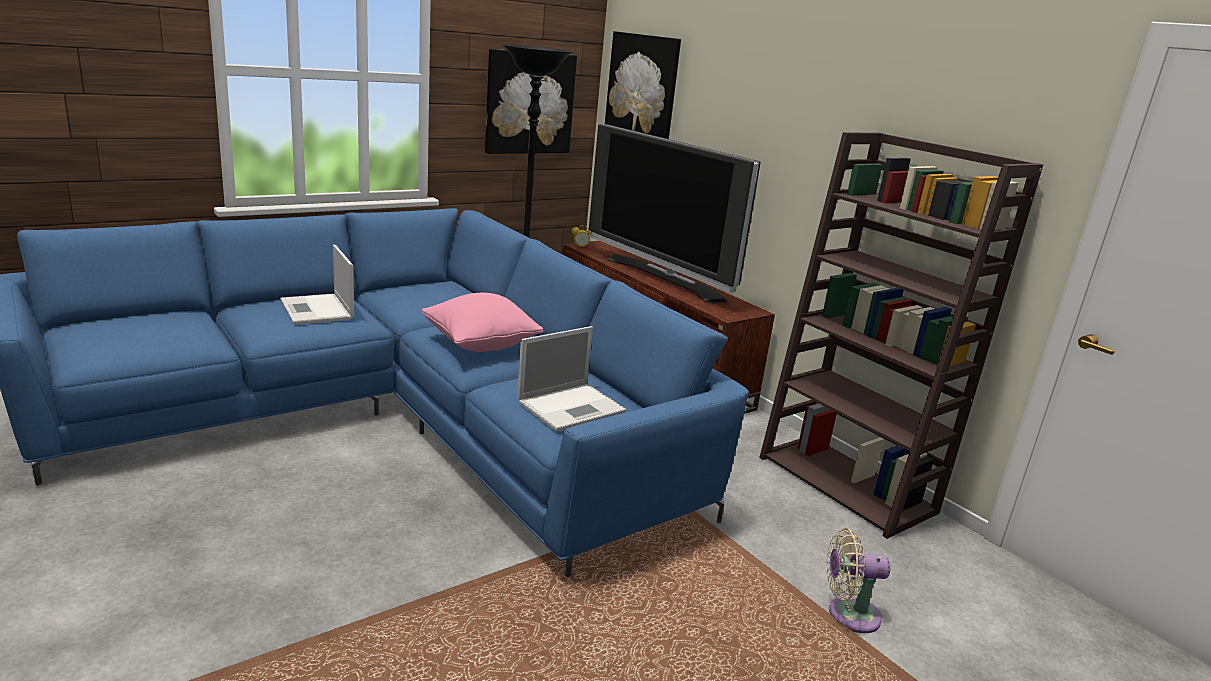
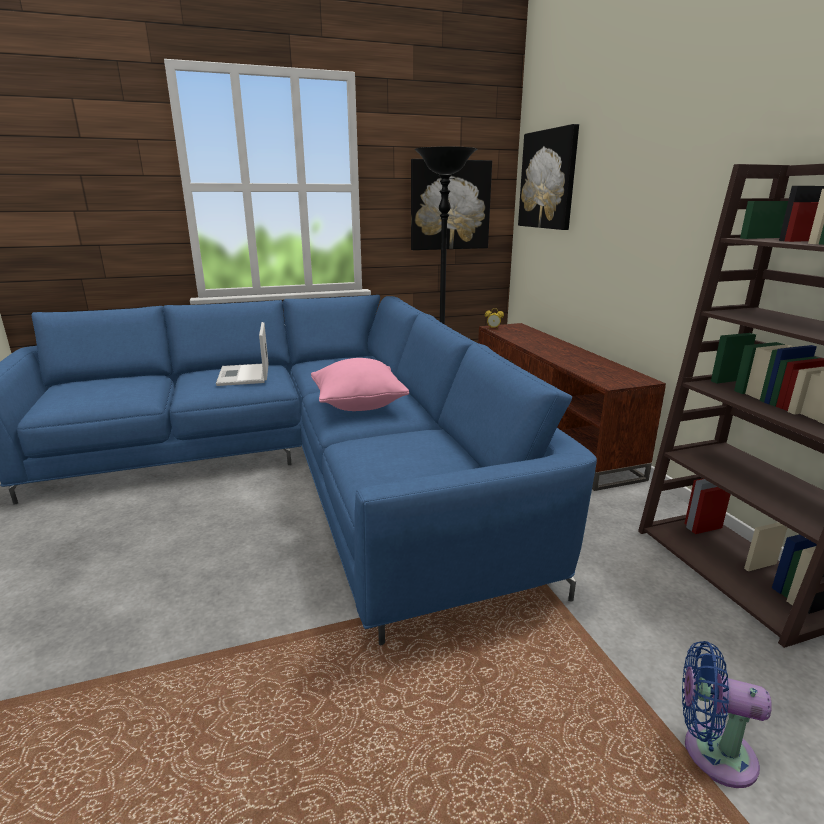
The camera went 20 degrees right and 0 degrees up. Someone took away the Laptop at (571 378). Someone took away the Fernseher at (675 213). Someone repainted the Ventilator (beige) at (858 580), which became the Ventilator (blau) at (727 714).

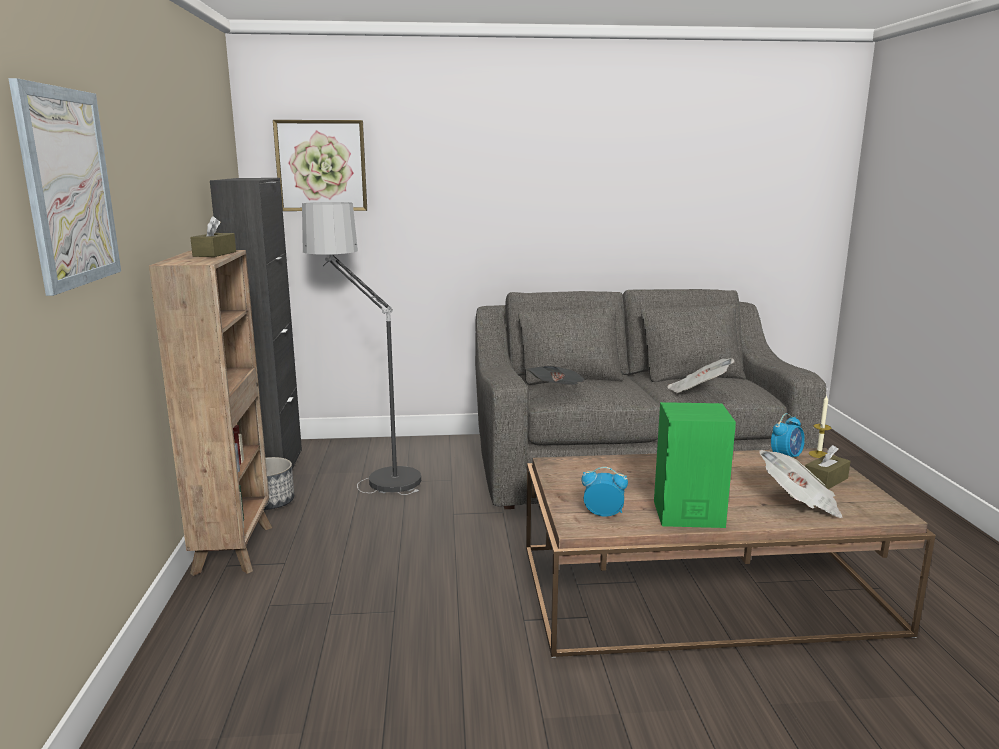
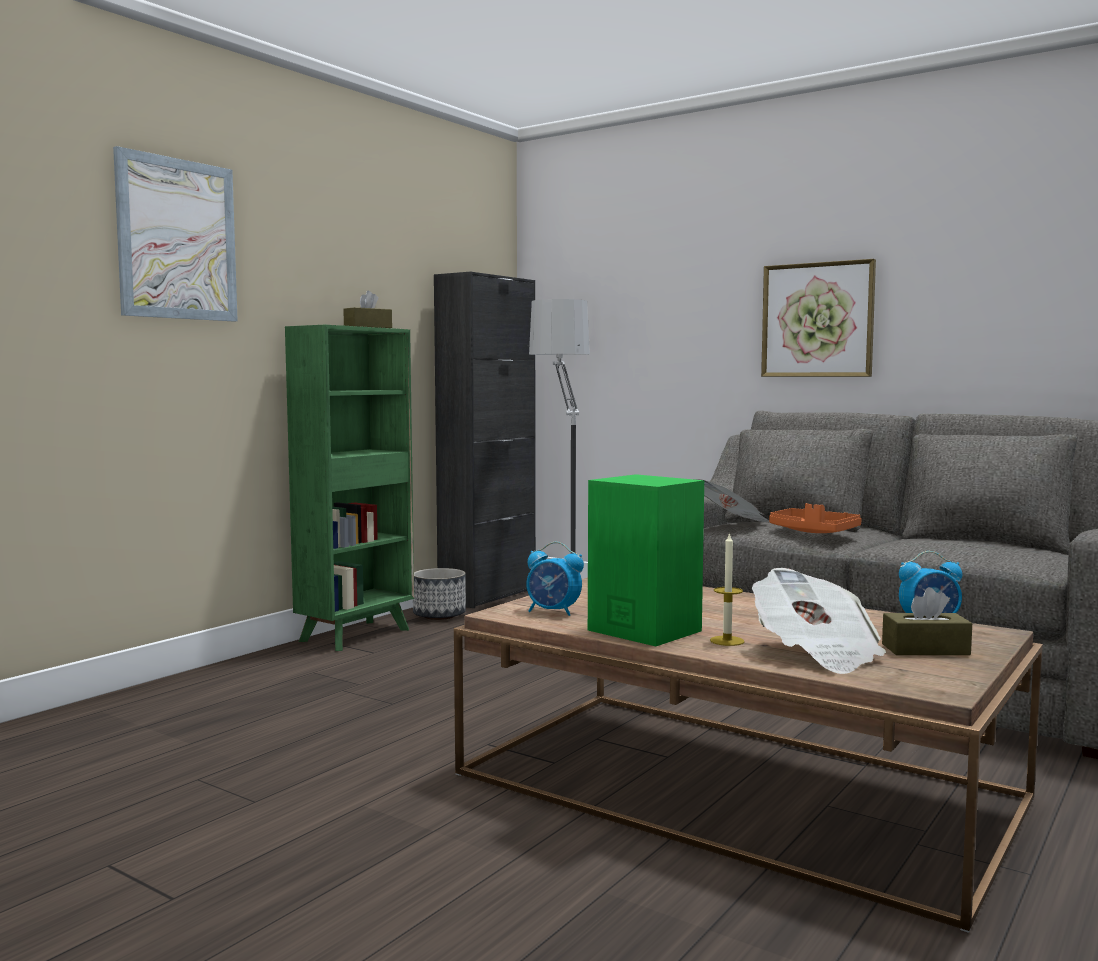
The camera went 40 degrees right and 10 degrees down. Someone repainted the Bücherregal (braun) at (210 413), which became the Bücherregal (grün) at (349 488). Someone carried the Bild from (320 165) to (818 318). Someone rotated the Wecker at (605 492) by 150 degrees clockwise. Someone took away the Zeitung at (701 375). Someone carried the Kerze from (820 426) to (727 589). Someone put down the Tablett (orange) at (815 518).

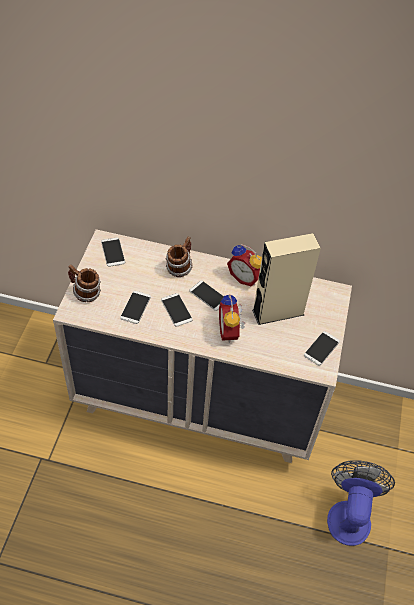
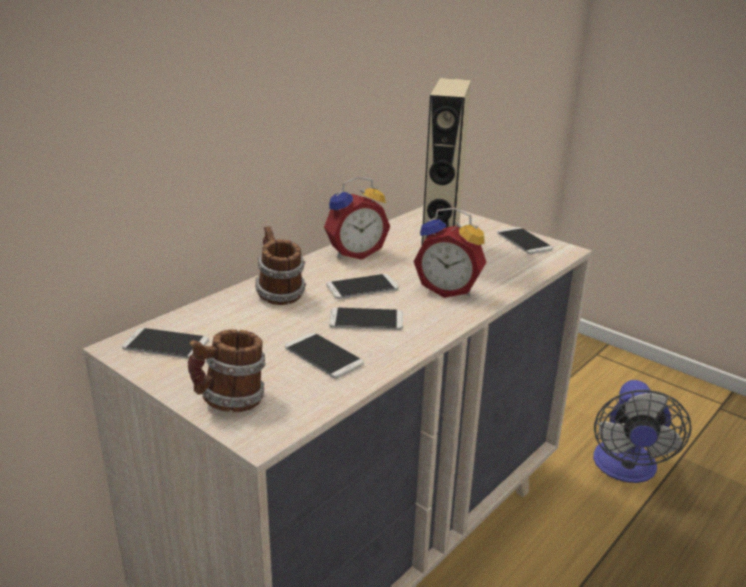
The camera went 60 degrees left and 25 degrees down. Someone rotated the Ventilator at (361 503) by 120 degrees counterclockwise.

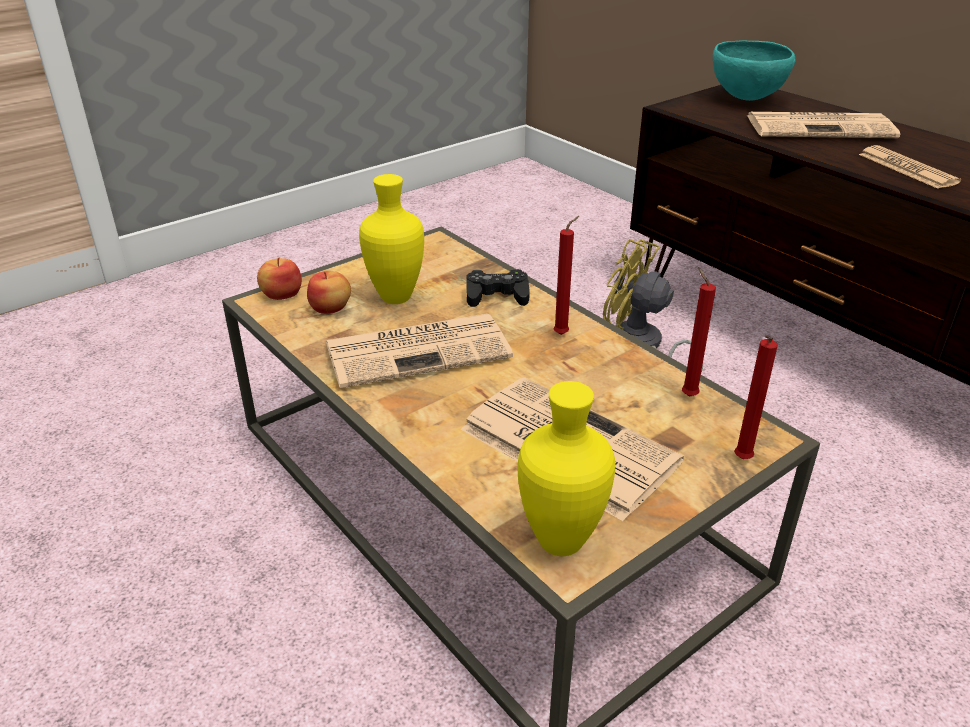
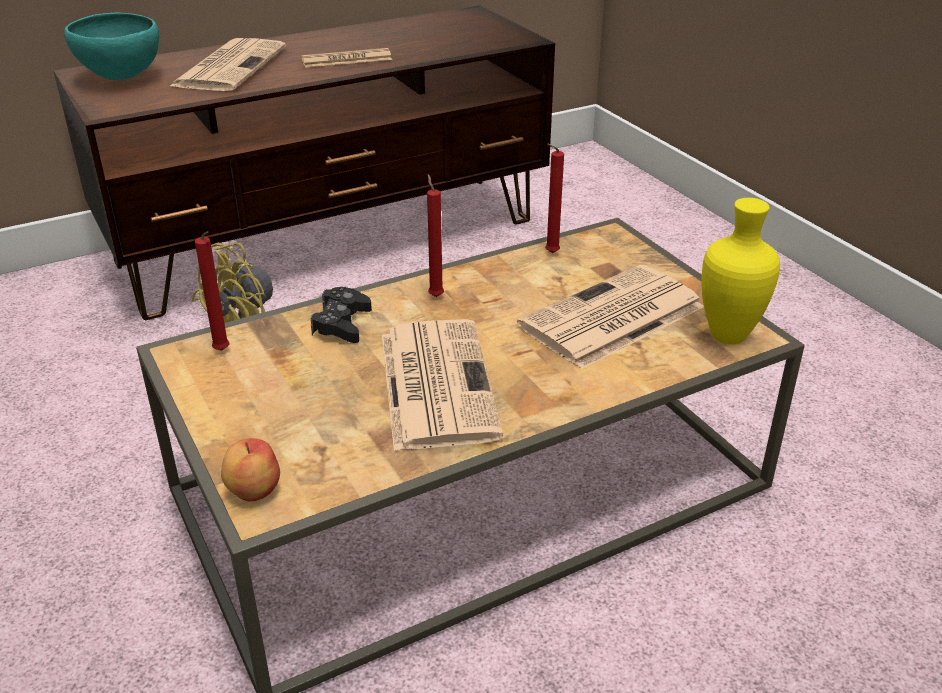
The camera went 80 degrees left and 0 degrees up. Someone took away the Apfel at (329 292). Someone took away the Vase (gelb) at (391 239). Someone carried the Kerze (rot) from (756 397) to (212 291).

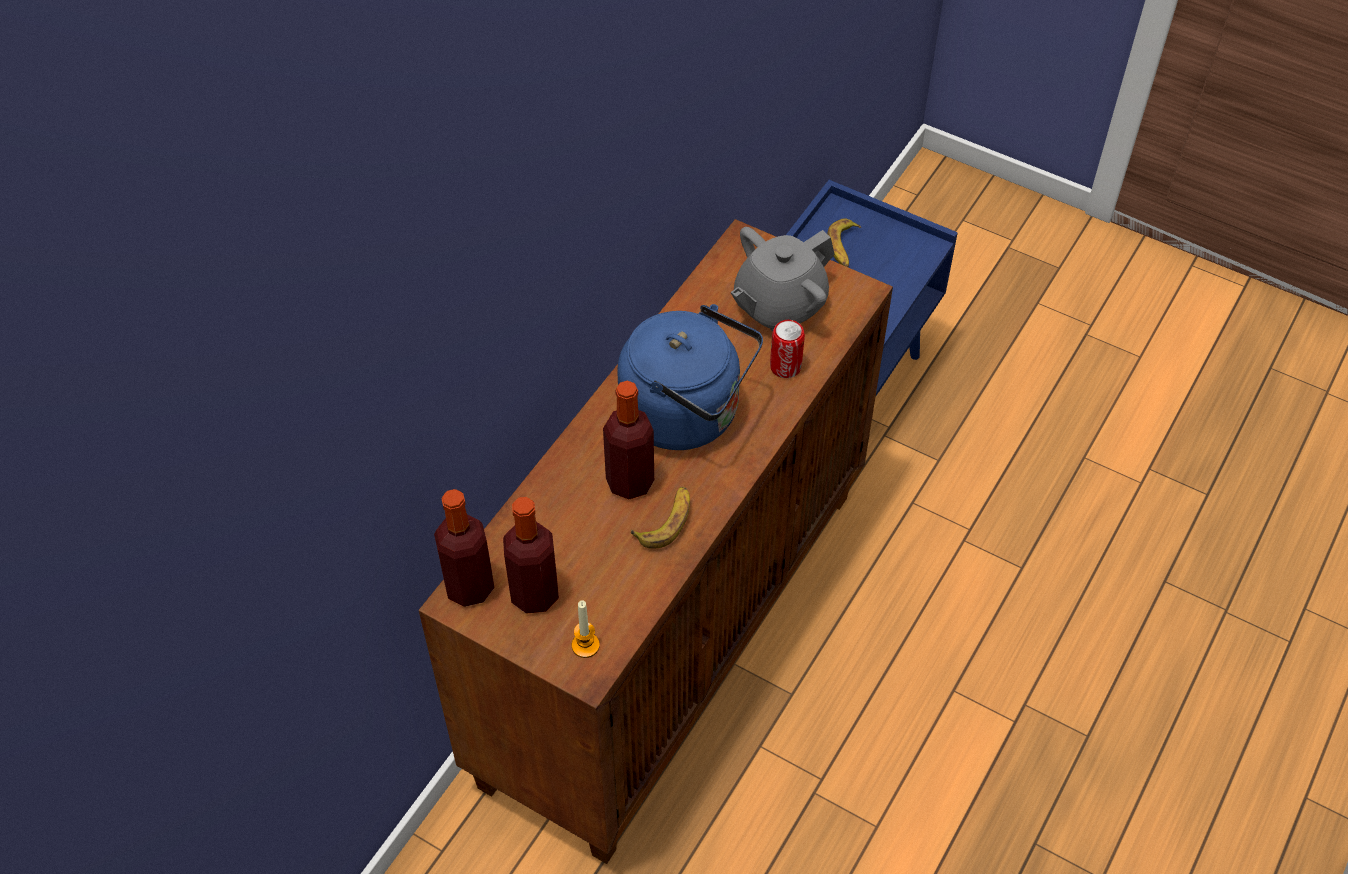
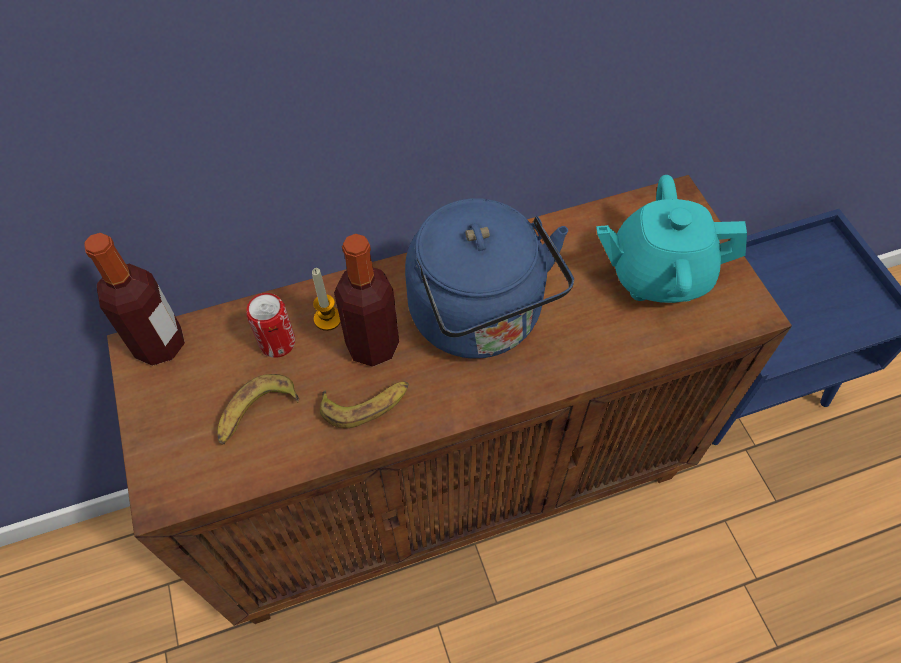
The camera went 40 degrees right and 5 degrees up. Someone took away the Flasche at (531 555). Someone carried the Kerze from (586 629) to (326 299). Someone repainted the Teekanne (grau) at (783 279), which became the Teekanne (türkis) at (671 239). Someone carried the Dose from (787 349) to (270 325). Someone carried the Banane from (844 242) to (258 409).

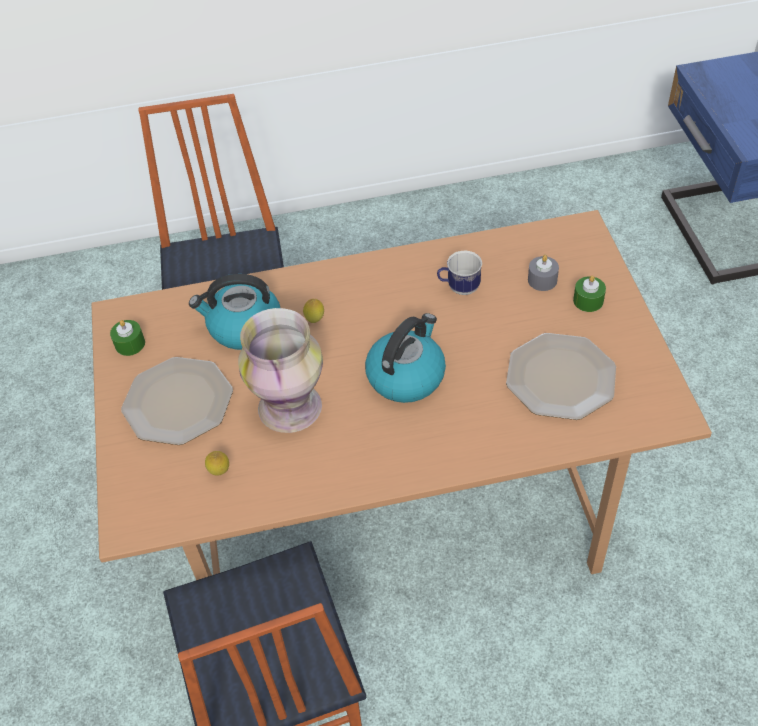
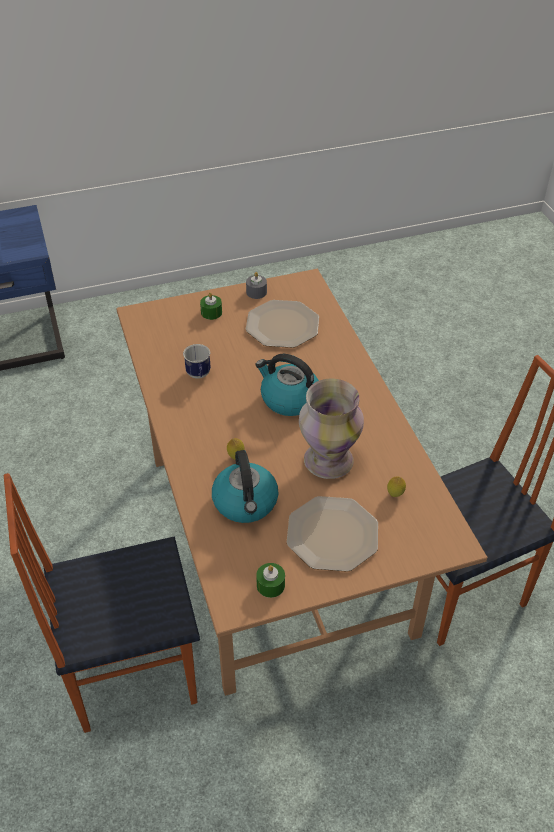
The camera went 100 degrees left and 5 degrees down. Someone carried the Kerze (grau) from (543 273) to (256 285).

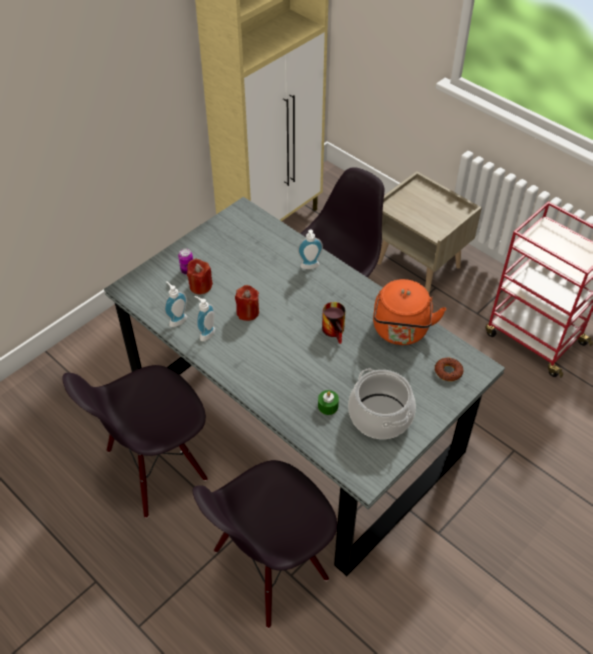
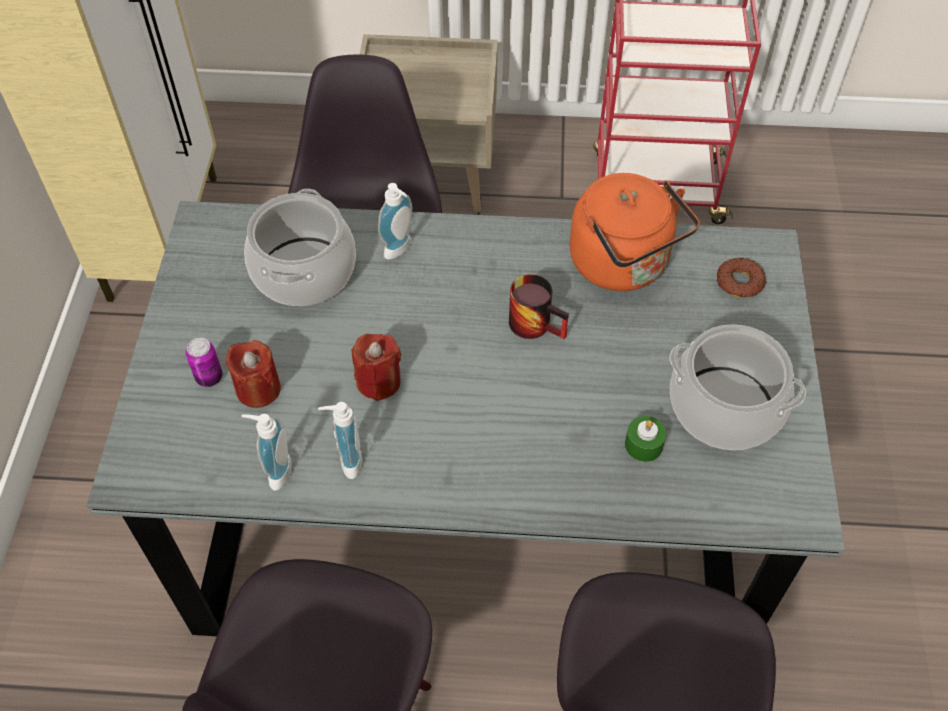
The camera went 40 degrees left and 5 degrees up. Someone put down the Kochtopf at (300 247).

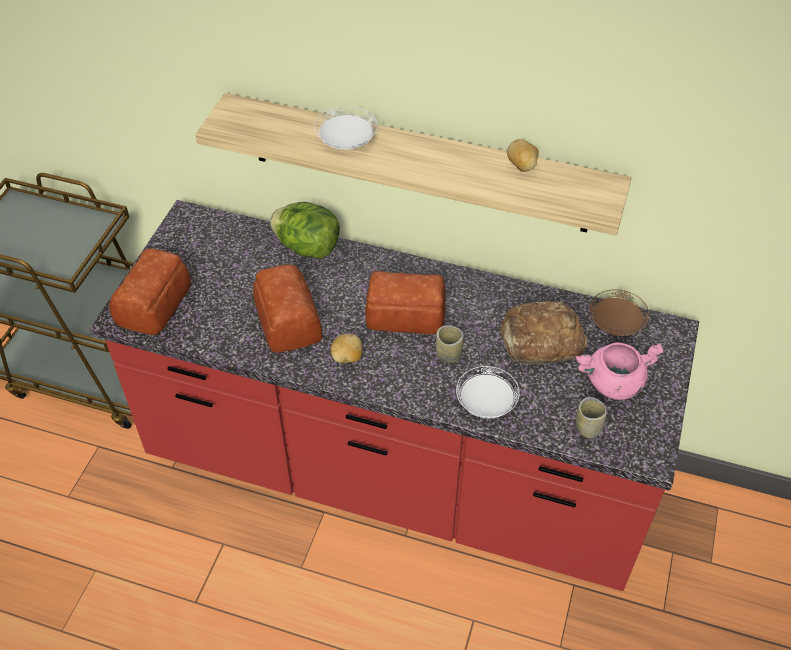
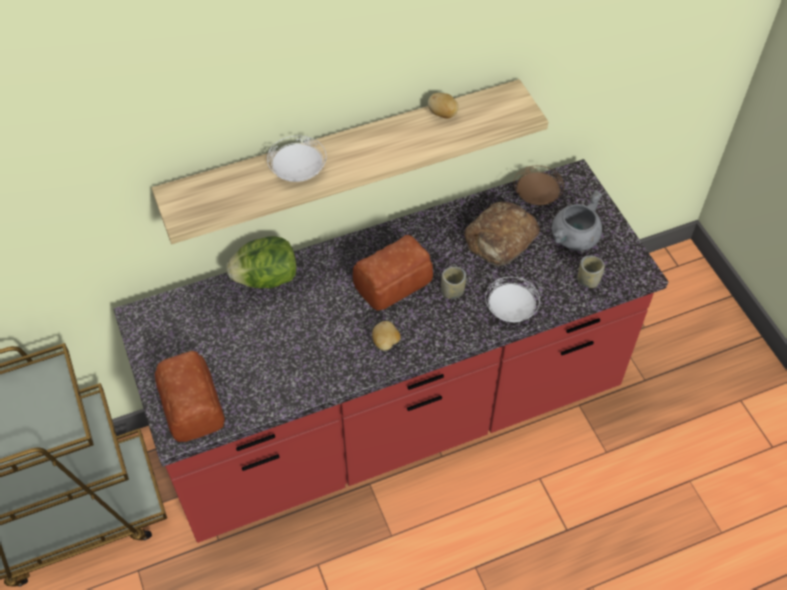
The camera went 40 degrees left and 5 degrees up. Someone took away the Brot at (287 308). Someone repainted the Kochtopf (rosa) at (620 371), which became the Kochtopf (grau) at (577 220).

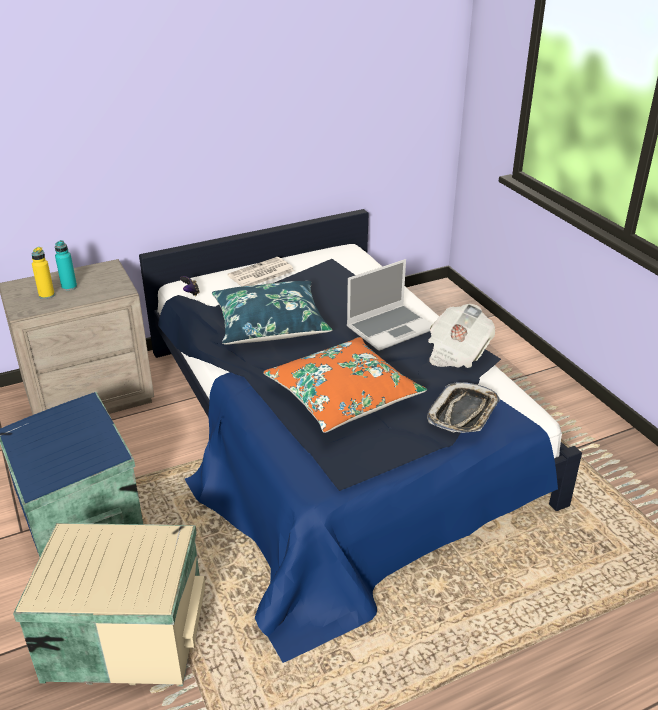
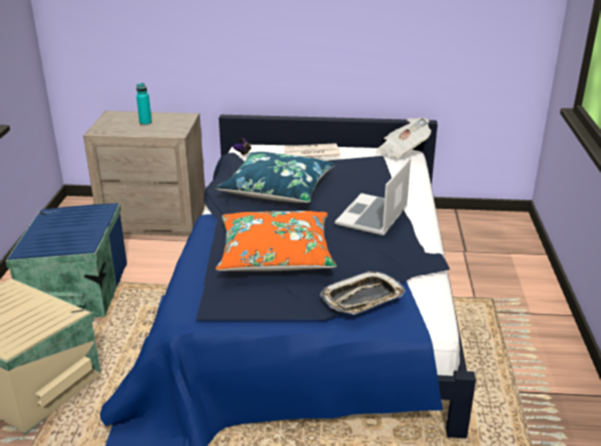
The camera went 30 degrees right and 5 degrees down. Someone took away the Flasche (gelb) at (43 273). Someone rotated the Laptop at (389 305) by 120 degrees clockwise. Someone carried the Zeitung from (461 336) to (403 138).

